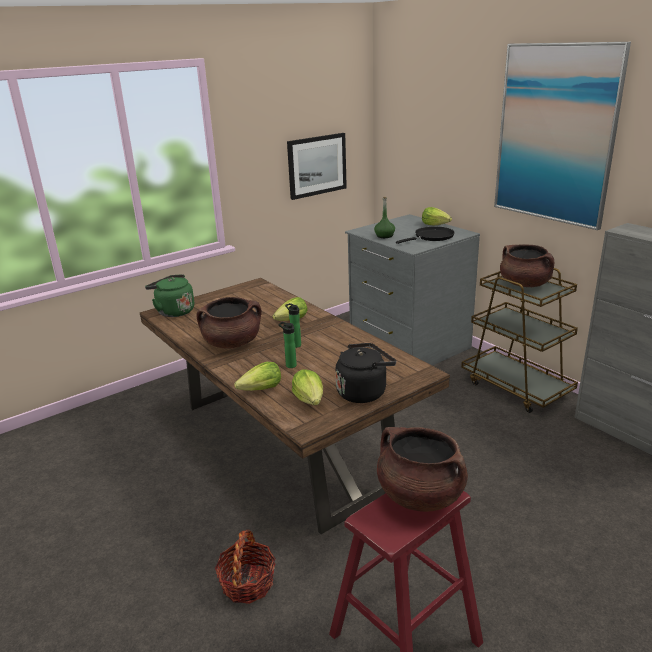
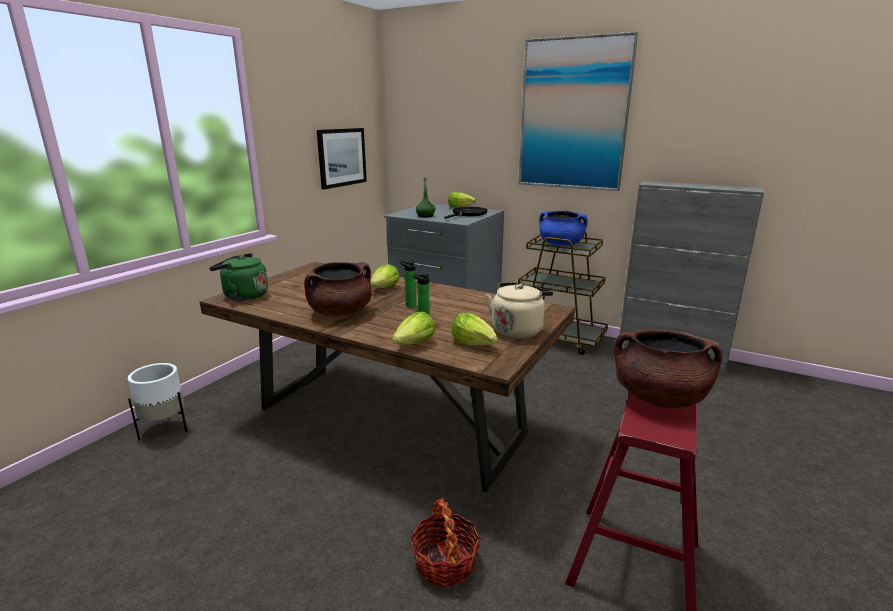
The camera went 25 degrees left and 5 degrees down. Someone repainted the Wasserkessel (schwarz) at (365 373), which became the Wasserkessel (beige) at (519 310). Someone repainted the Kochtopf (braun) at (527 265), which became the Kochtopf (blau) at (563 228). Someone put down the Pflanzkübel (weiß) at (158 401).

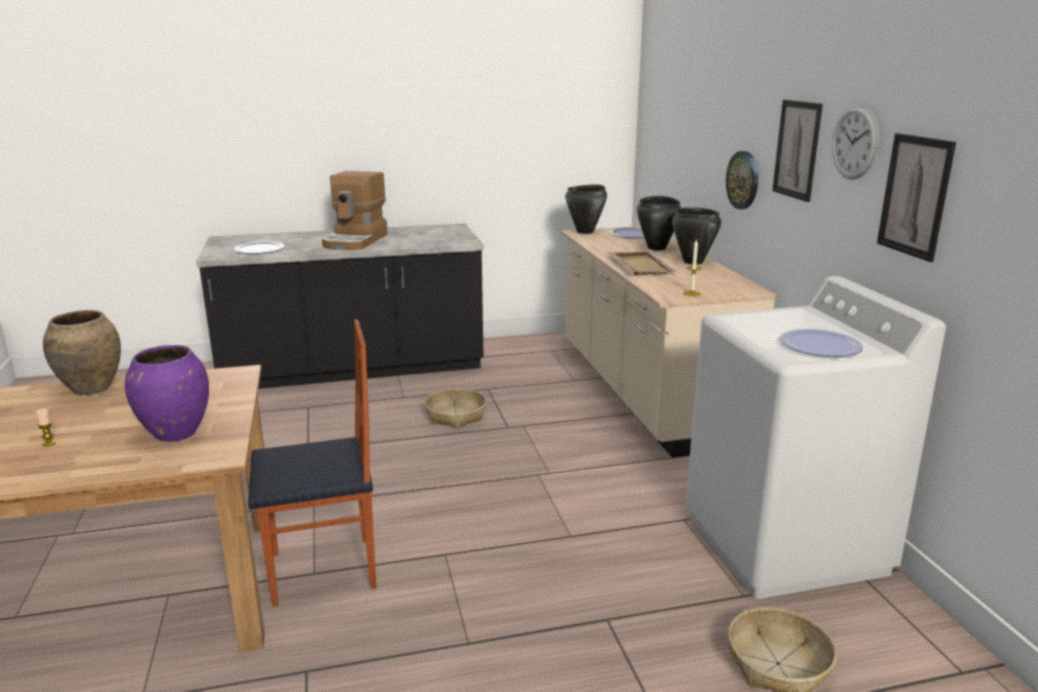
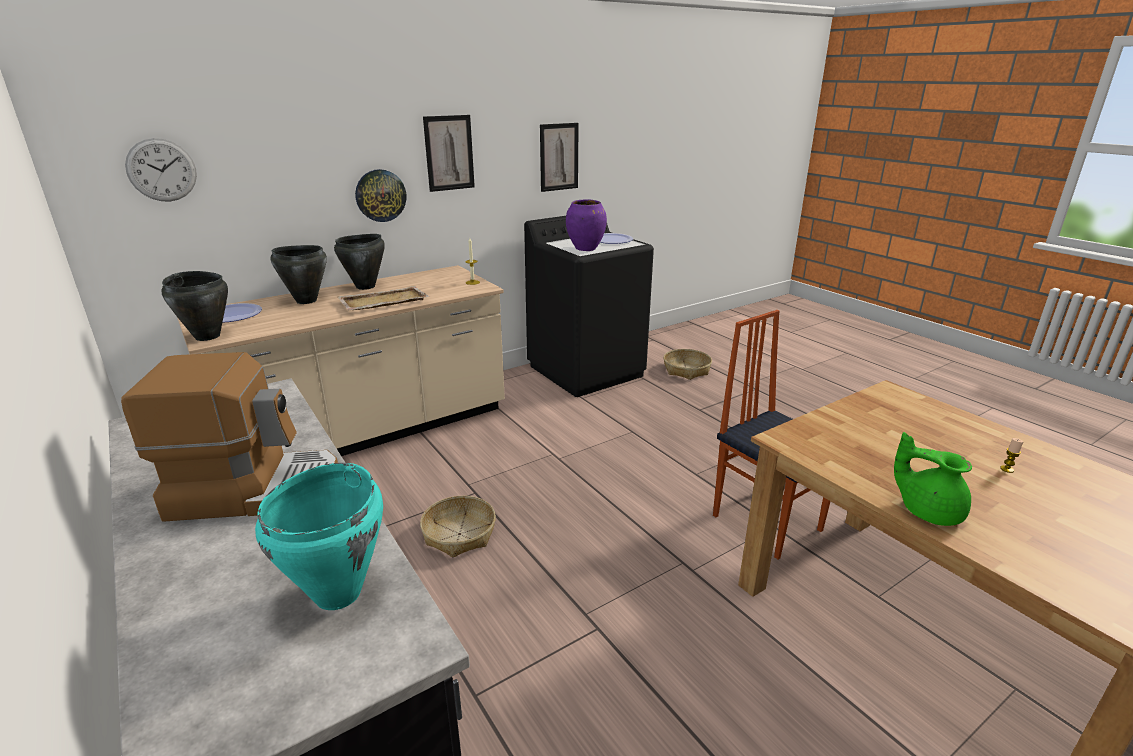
The camera went 110 degrees left and 5 degrees up. Someone swapped the Vase (braun) at (82 352) for the Teekanne (grün) at (933 479). Someone carried the Vase (lila) from (167 393) to (586 225). Someone swapped the Teller at (259 247) for the Kochtopf (türkis) at (319 536). Someone repainted the Waschmaschine (weiß) at (816 437), which became the Waschmaschine (schwarz) at (589 306). Someone carried the Wanduhr from (855 142) to (161 169).

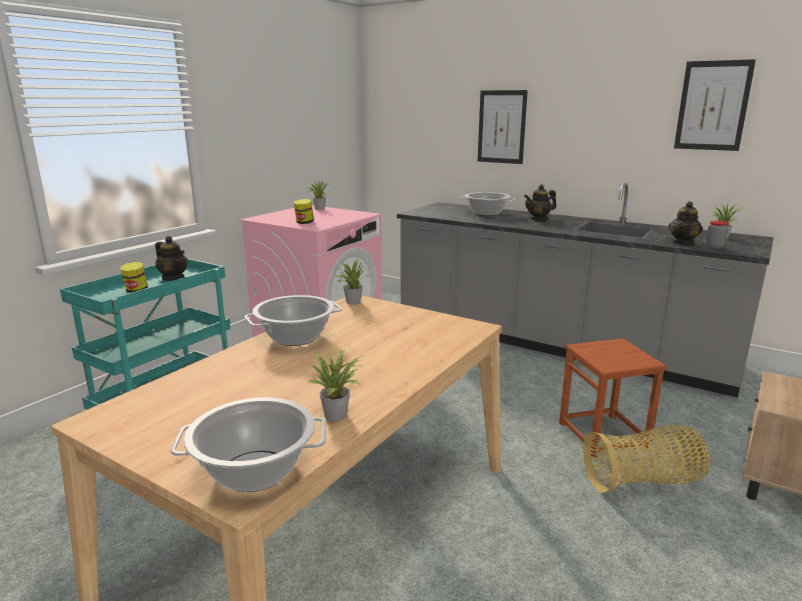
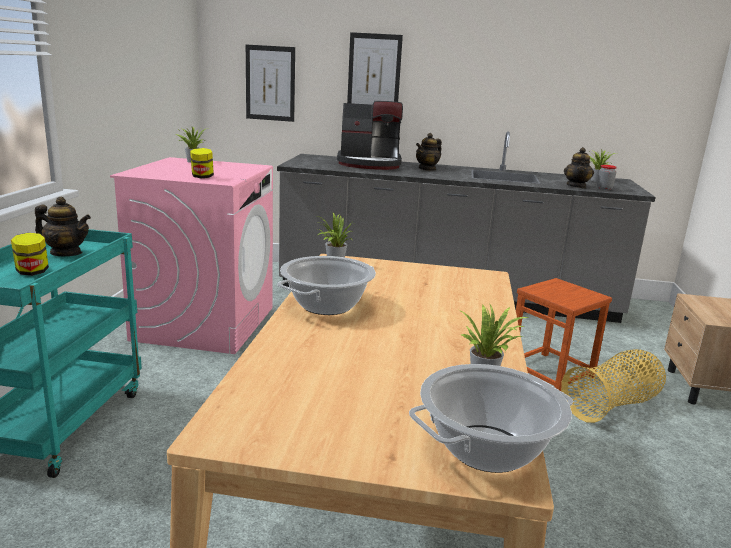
The camera went 25 degrees left and 0 degrees up. Someone swapped the Kochtopf at (488 204) for the Kaffeemaschine at (370 135). Someone carried the Bild from (715 105) to (270 83).

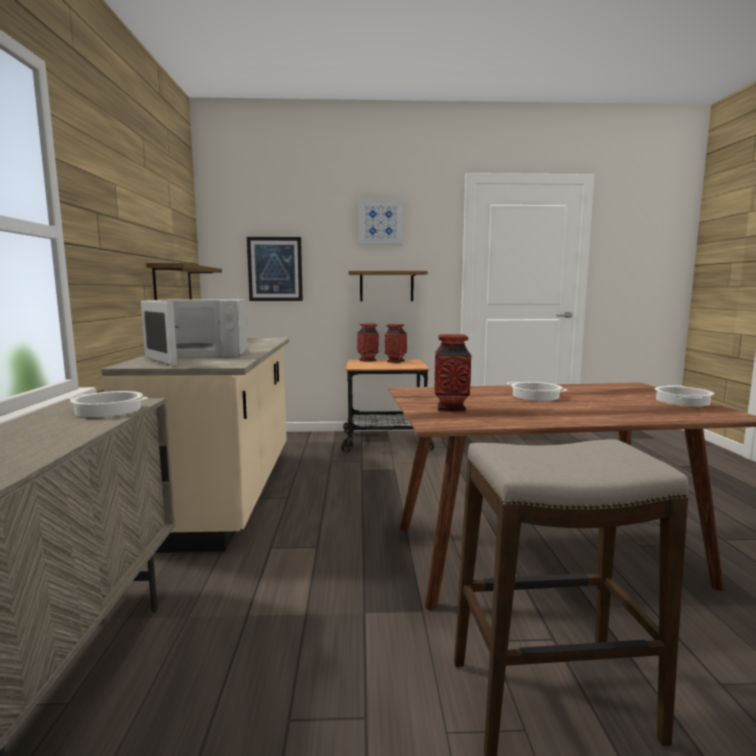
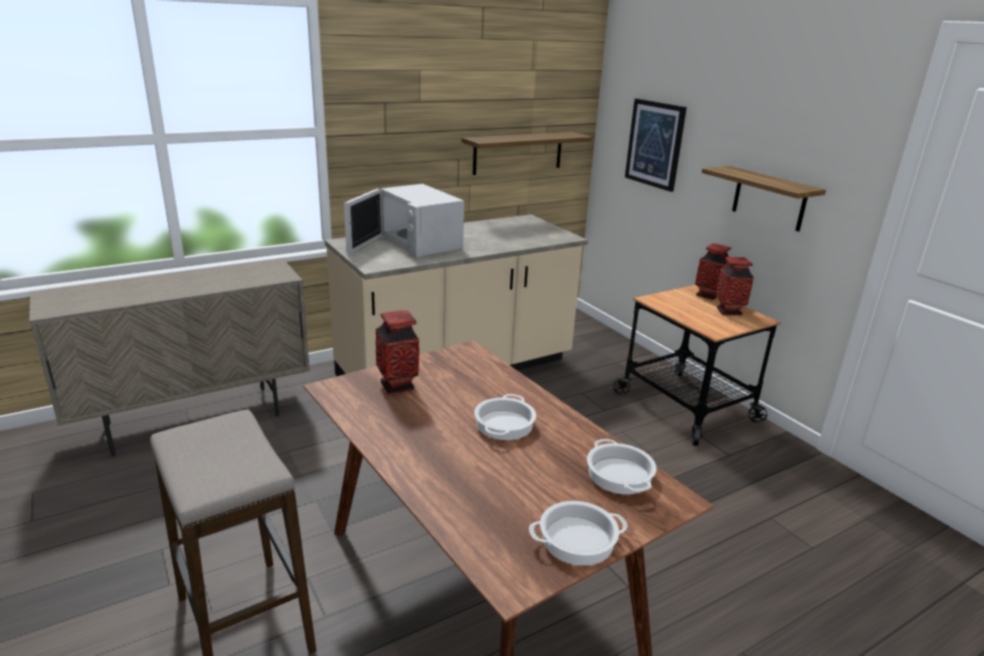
The camera went 60 degrees right and 15 degrees up. Someone carried the Kochtopf from (108 404) to (621 466). Someone took away the Bild at (381 222).

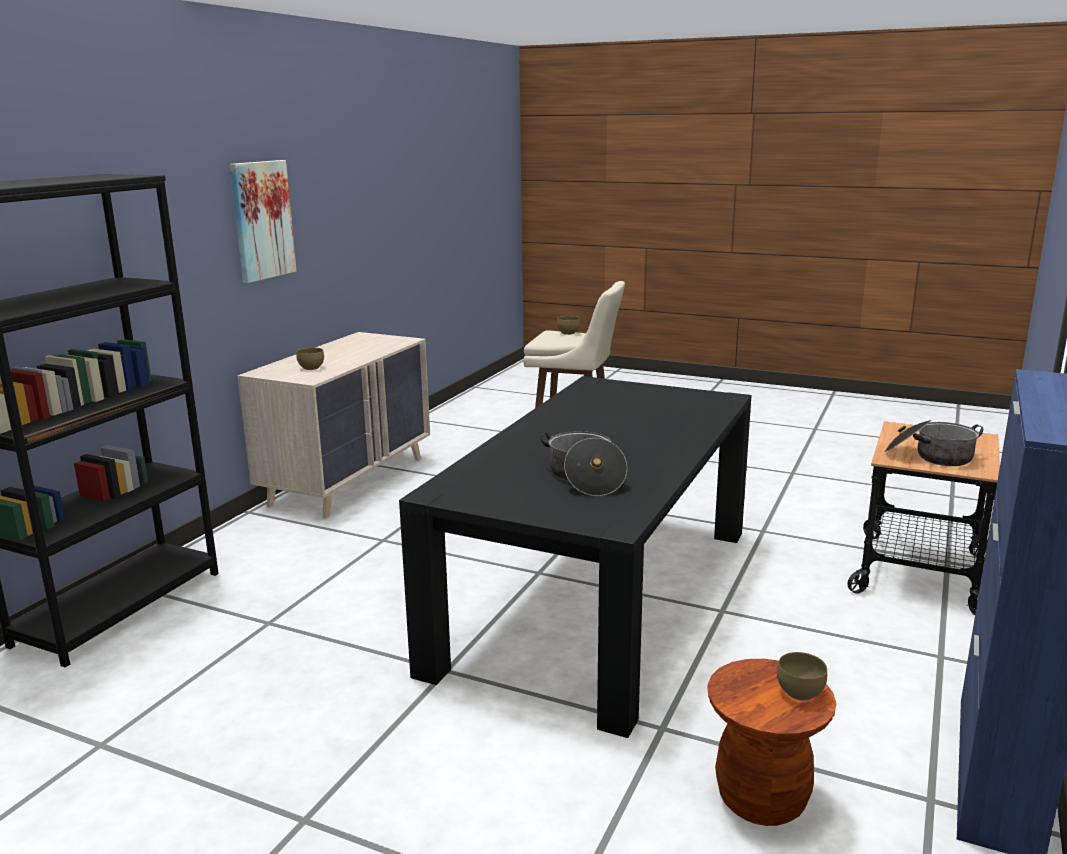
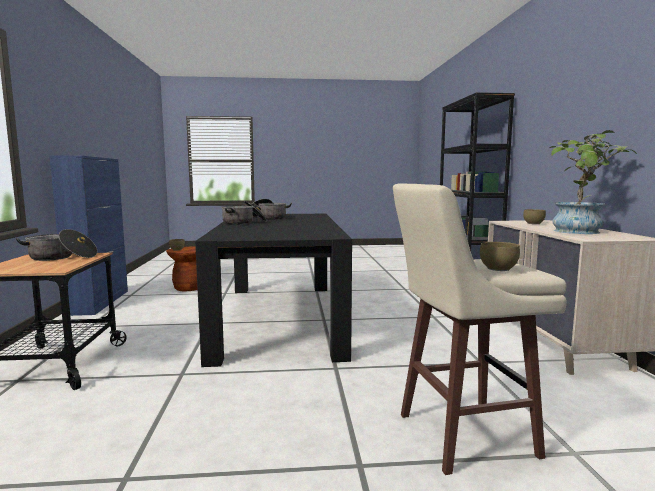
The camera went 150 degrees right and 10 degrees down. Someone took away the Bild at (263 221). Someone put down the Kochtopf at (244 213). Someone put down the Topfpflanze at (593 182).

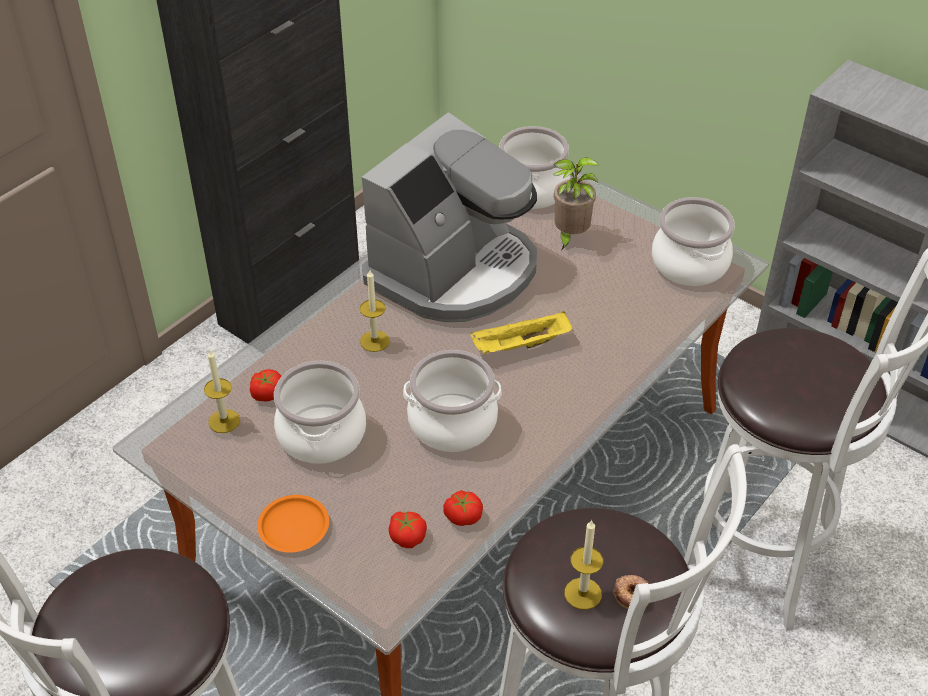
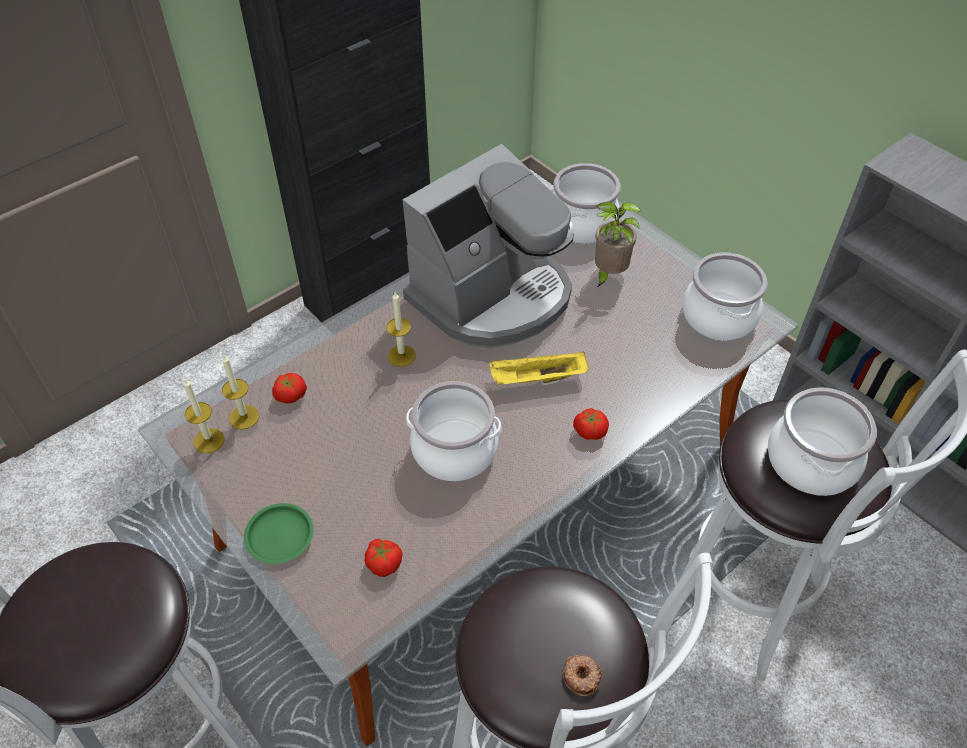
The camera went 10 degrees right and 5 degrees up. Someone repainted the Teller (orange) at (293 524), which became the Teller (grün) at (279 533). Someone carried the Kochtopf from (320 412) to (822 441). Someone carried the Tomate from (463 508) to (591 424). Someone carried the Kerze from (584 564) to (203 416).

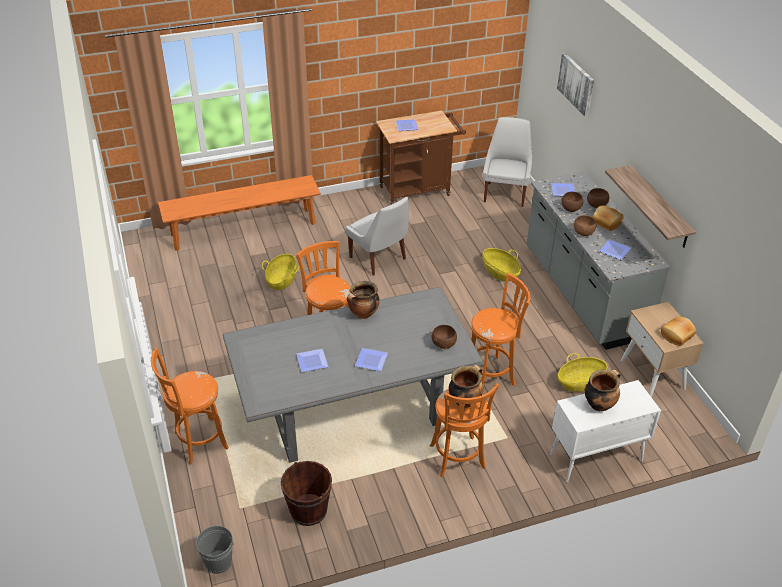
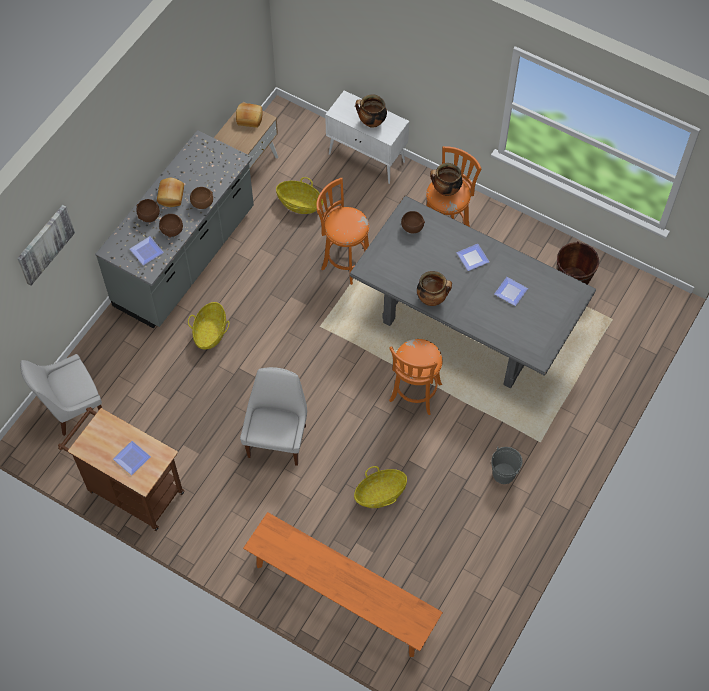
The camera went 130 degrees left and 20 degrees up. Someone took away the Hocker (orange) at (190 405). Someone carried the Eimer (grau) from (214 550) to (507 465). Someone took away the Teller at (615 249). Someone took away the Wandregal at (650 206).

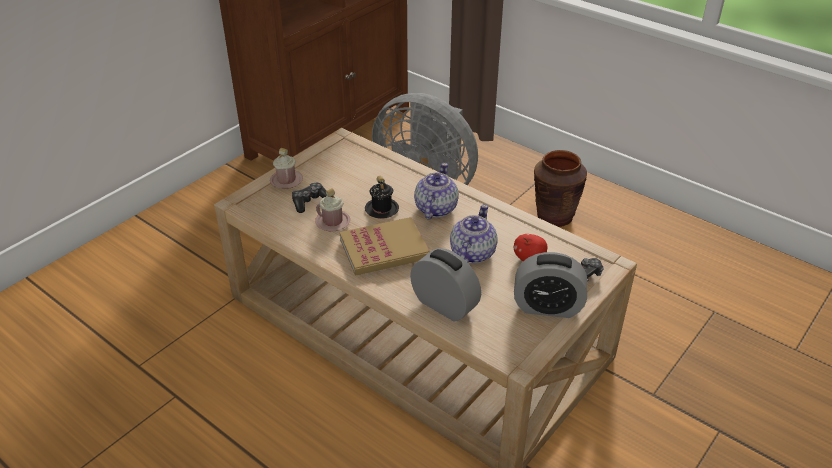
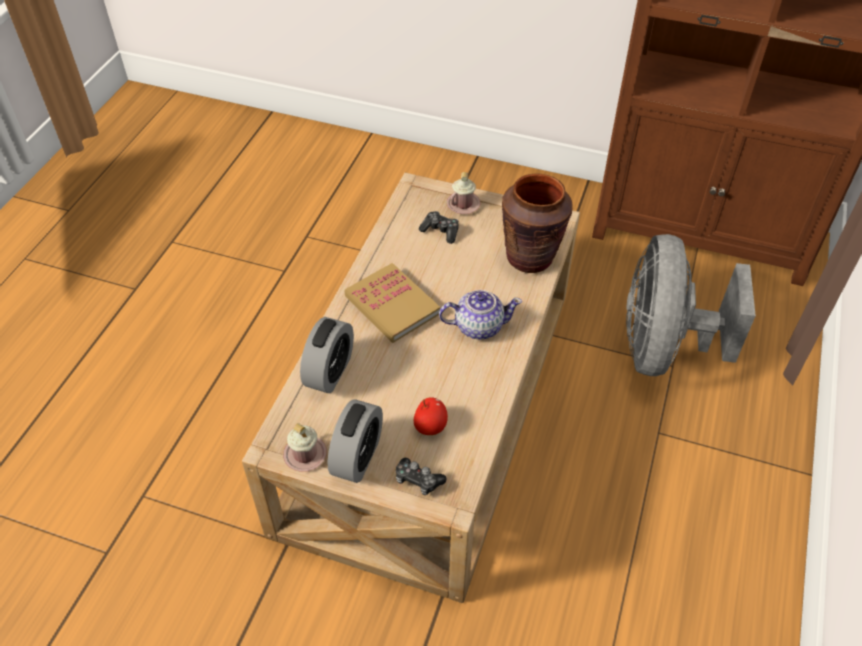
The camera went 70 degrees right and 10 degrees up. Someone carried the Henkelbecher (rosa) from (332 209) to (305 447). Someone took away the Henkelbecher (schwarz) at (382 197). Someone took away the Teekanne at (474 233). Someone rotated the Wecker at (550 285) by 150 degrees counterclockwise. Someone carried the Vase (braun) from (560 188) to (537 223).

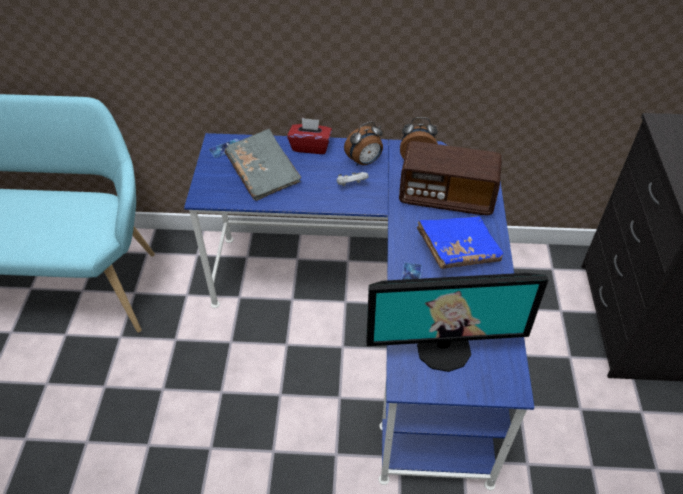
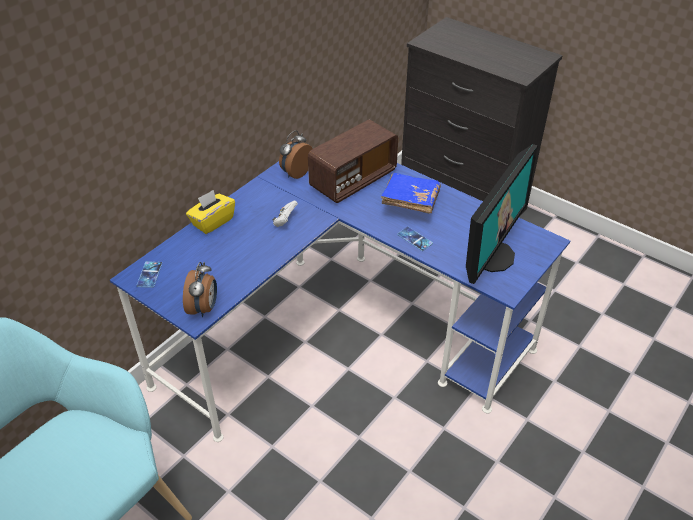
The camera went 55 degrees left and 5 degrees down. Someone took away the Buch (grau) at (263 165). Someone repainted the Taschentuchbox (rot) at (309 136), which became the Taschentuchbox (gelb) at (210 212). Someone carried the Wecker from (363 144) to (200 289).

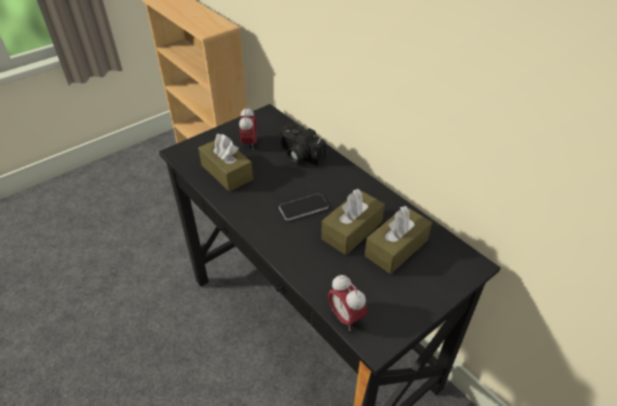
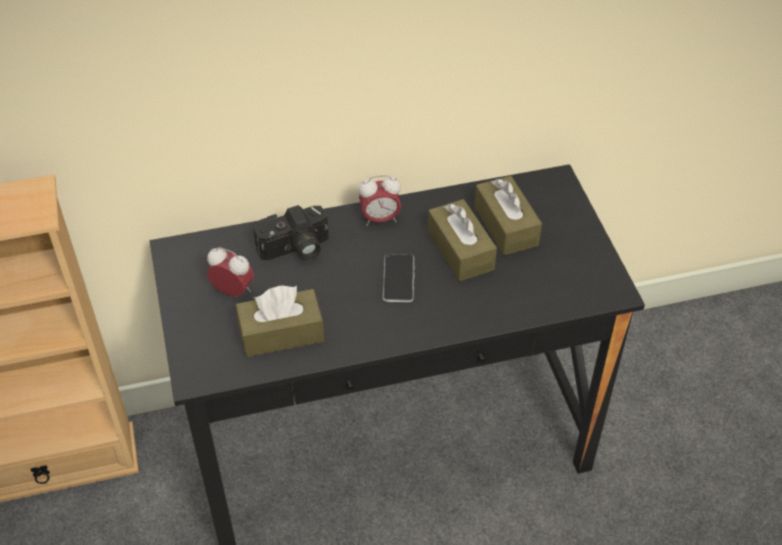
The camera went 65 degrees left and 5 degrees up. Someone carried the Wecker from (347 302) to (380 200).

